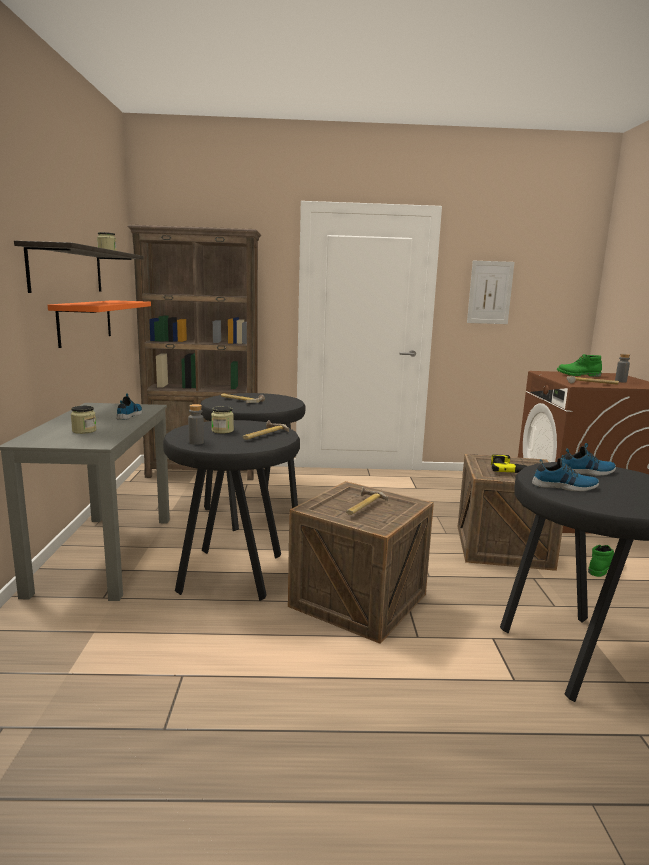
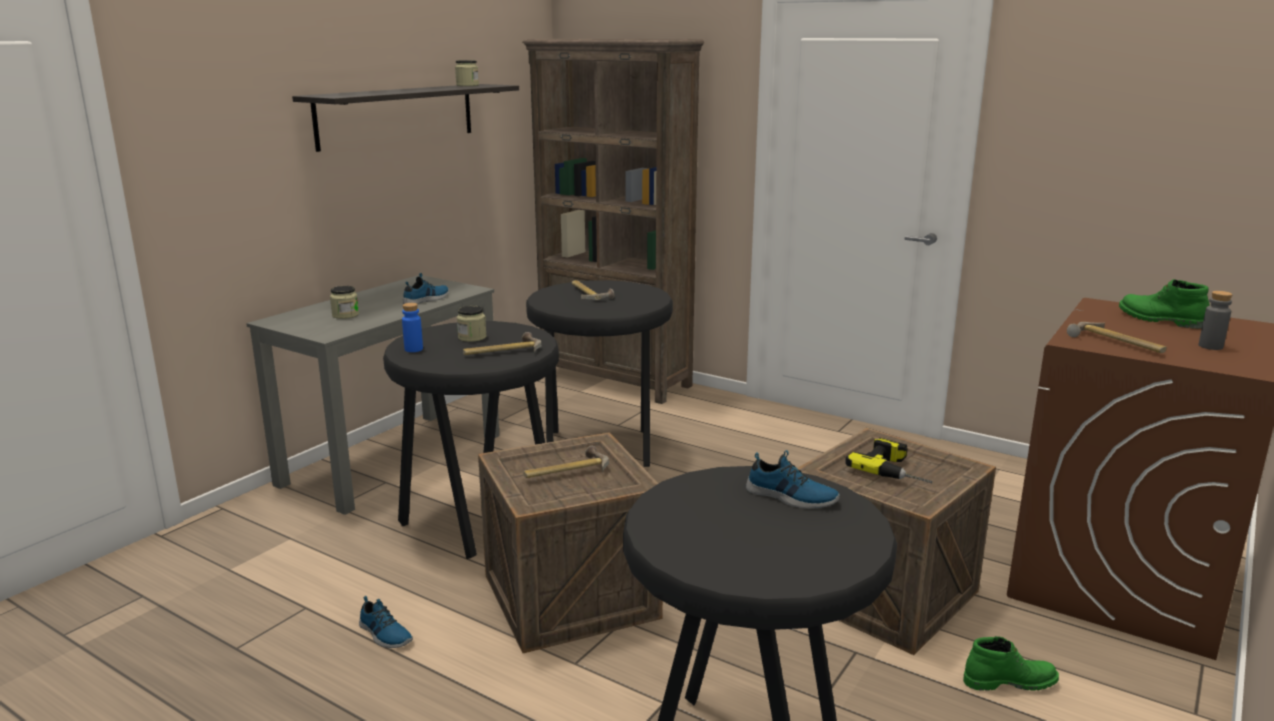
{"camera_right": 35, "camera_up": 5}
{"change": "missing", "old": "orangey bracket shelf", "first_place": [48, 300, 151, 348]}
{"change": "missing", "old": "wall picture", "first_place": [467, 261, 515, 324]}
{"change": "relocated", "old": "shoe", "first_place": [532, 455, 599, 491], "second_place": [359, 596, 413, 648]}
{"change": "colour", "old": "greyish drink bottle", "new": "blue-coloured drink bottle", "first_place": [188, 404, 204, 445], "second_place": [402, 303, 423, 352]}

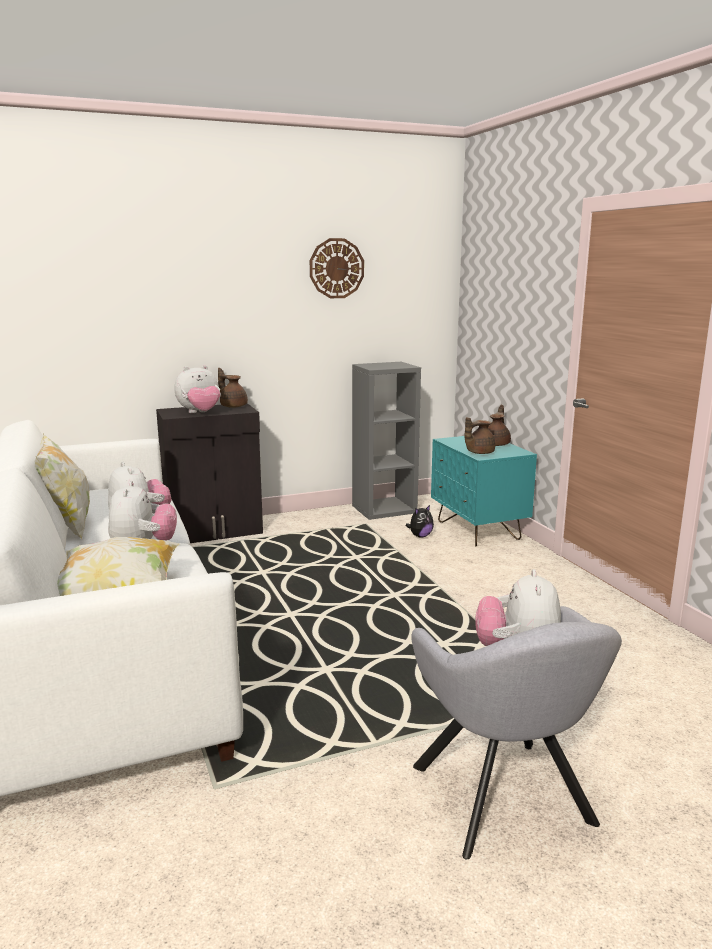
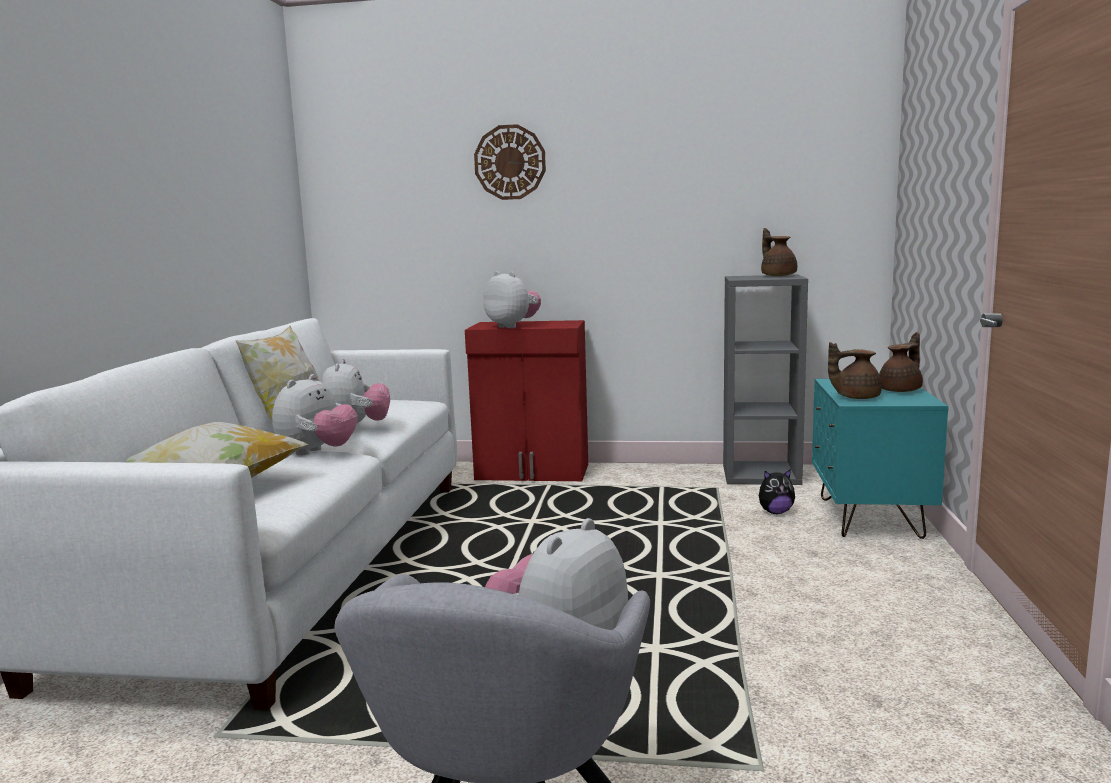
{"camera_right": 30, "camera_up": -5}
{"change": "relocated", "old": "brown-coloured teapot", "first_place": [218, 368, 248, 408], "second_place": [761, 228, 797, 276]}
{"change": "relocated", "old": "clock on the wall", "first_place": [310, 238, 364, 298], "second_place": [474, 124, 546, 200]}
{"change": "colour", "old": "black cabinet", "new": "reddish cabinet", "first_place": [156, 403, 263, 543], "second_place": [465, 320, 588, 481]}
{"change": "spun", "old": "soft toy", "first_place": [174, 365, 220, 413], "second_place": [483, 271, 541, 328], "degrees": -135}

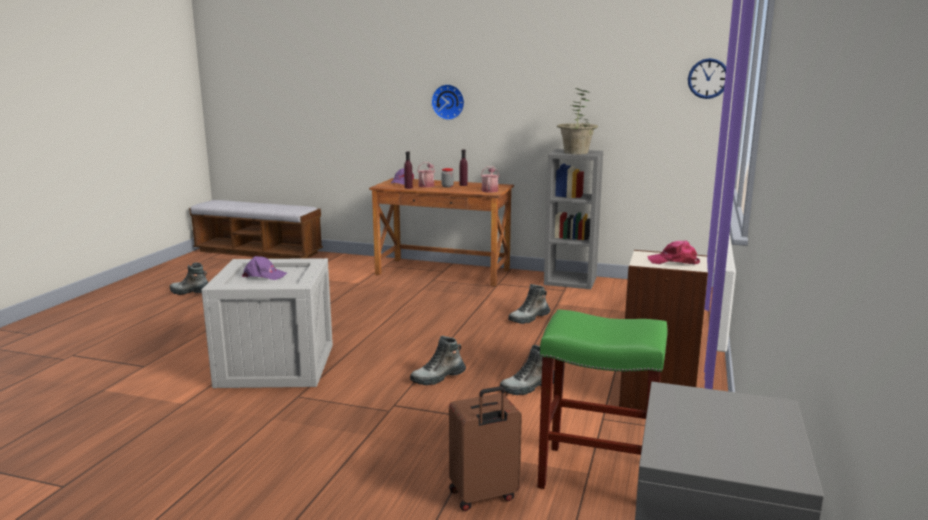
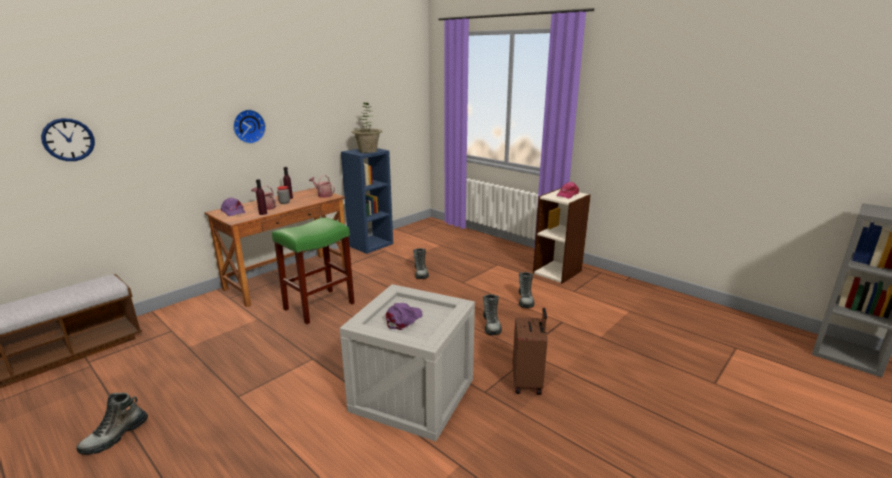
{"camera_right": -65, "camera_up": 5}
{"change": "relocated", "old": "brown-coloured travel case", "first_place": [449, 386, 522, 511], "second_place": [513, 308, 548, 395]}
{"change": "relocated", "old": "green-coloured stool seat", "first_place": [538, 310, 668, 489], "second_place": [272, 217, 355, 324]}
{"change": "relocated", "old": "clock on the wall", "first_place": [688, 58, 726, 99], "second_place": [41, 118, 95, 161]}
{"change": "colour", "old": "greyish bookshelf", "new": "blue-coloured bookshelf", "first_place": [544, 149, 603, 289], "second_place": [341, 148, 393, 254]}

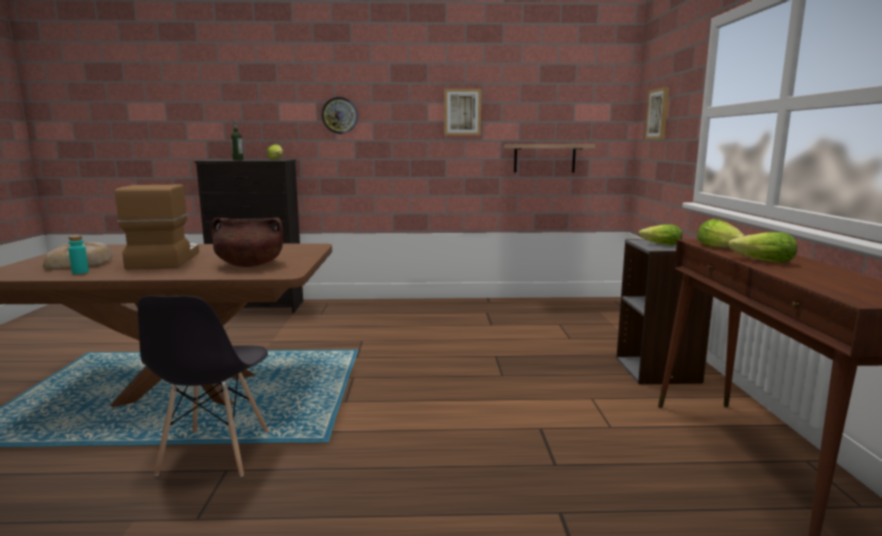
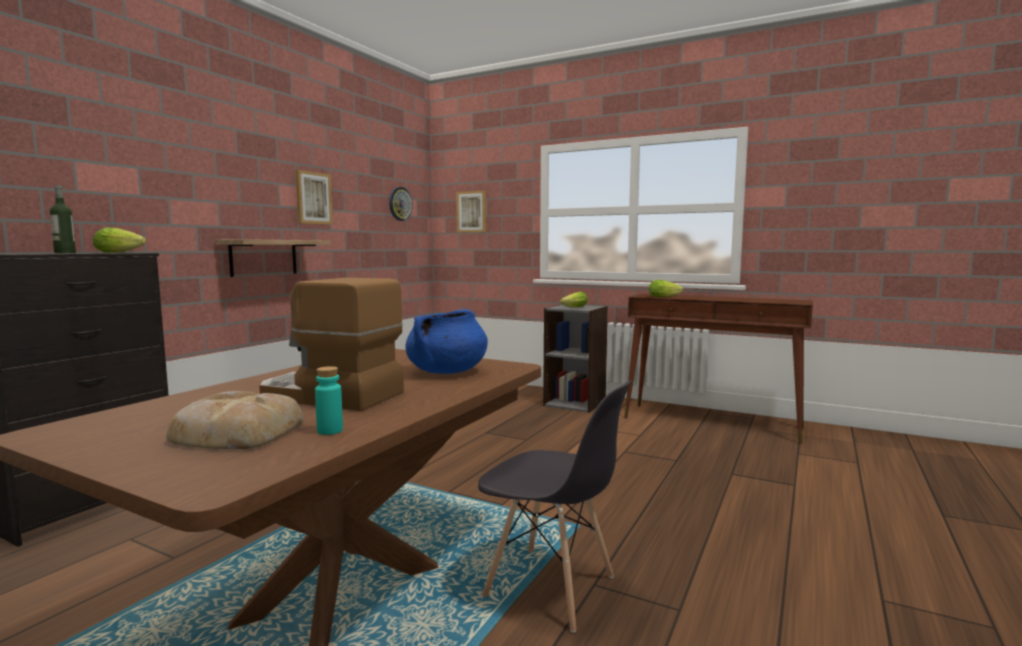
{"camera_right": -60, "camera_up": -5}
{"change": "missing", "old": "head of lettuce", "first_place": [728, 232, 797, 263]}
{"change": "relocated", "old": "clock on the wall", "first_place": [322, 97, 358, 134], "second_place": [389, 187, 413, 221]}
{"change": "relocated", "old": "bracket shelf", "first_place": [504, 144, 595, 173], "second_place": [215, 239, 331, 277]}
{"change": "colour", "old": "brown-coloured saucepot", "new": "blue-coloured saucepot", "first_place": [211, 217, 283, 267], "second_place": [405, 309, 488, 374]}

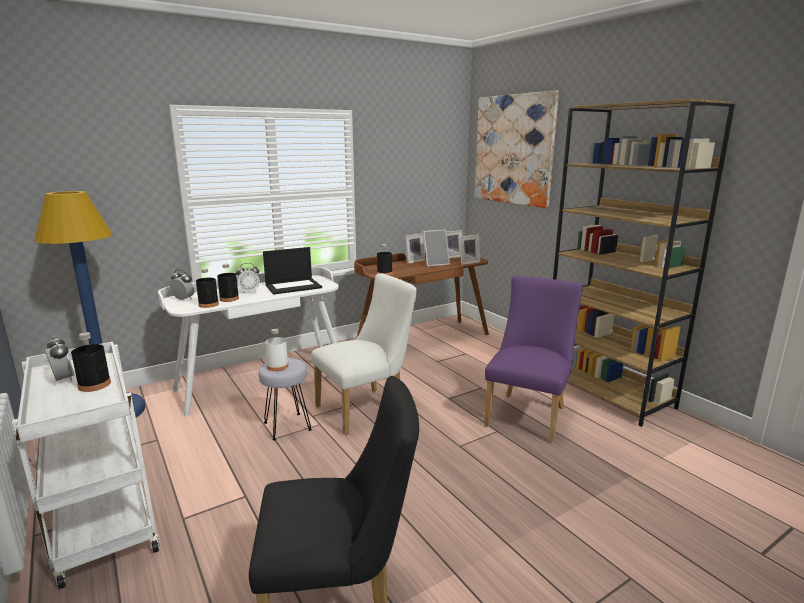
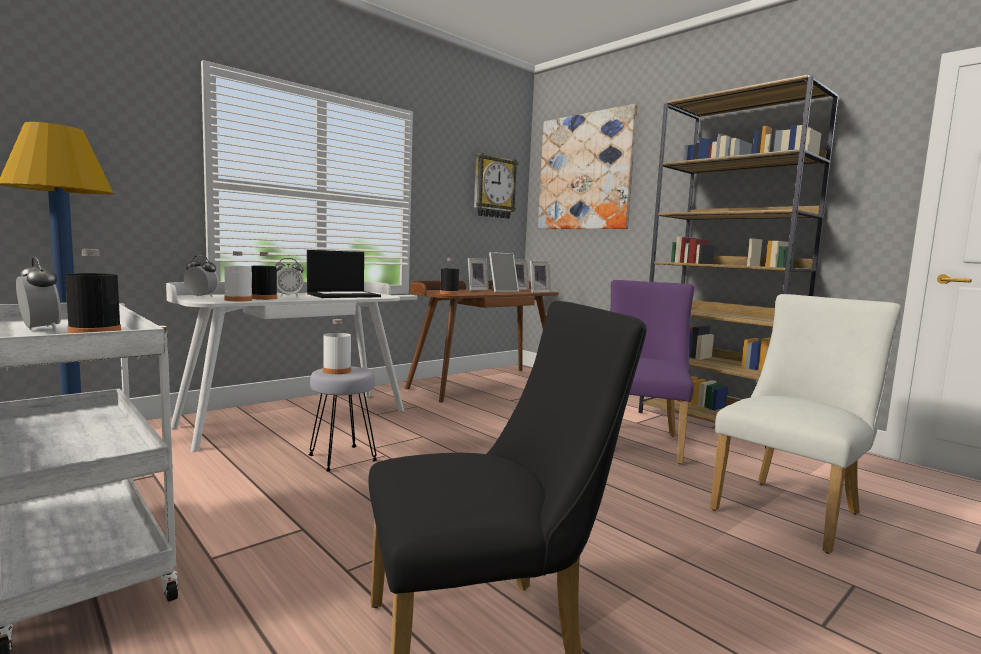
{"camera_right": -10, "camera_up": -10}
{"change": "appeared", "new": "clock on the wall", "second_place": [474, 153, 518, 219]}
{"change": "relocated", "old": "whitish plain chair", "first_place": [311, 273, 417, 435], "second_place": [710, 294, 901, 554]}
{"change": "colour", "old": "black drink bottle", "new": "whitish drink bottle", "first_place": [196, 268, 219, 308], "second_place": [224, 251, 252, 301]}

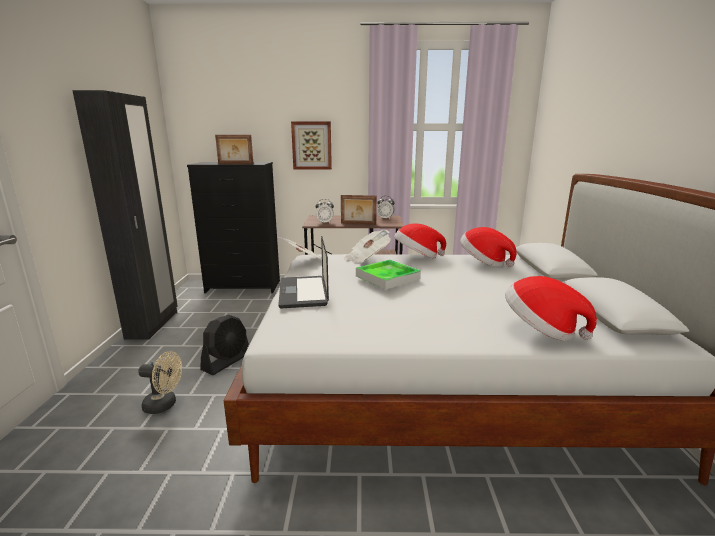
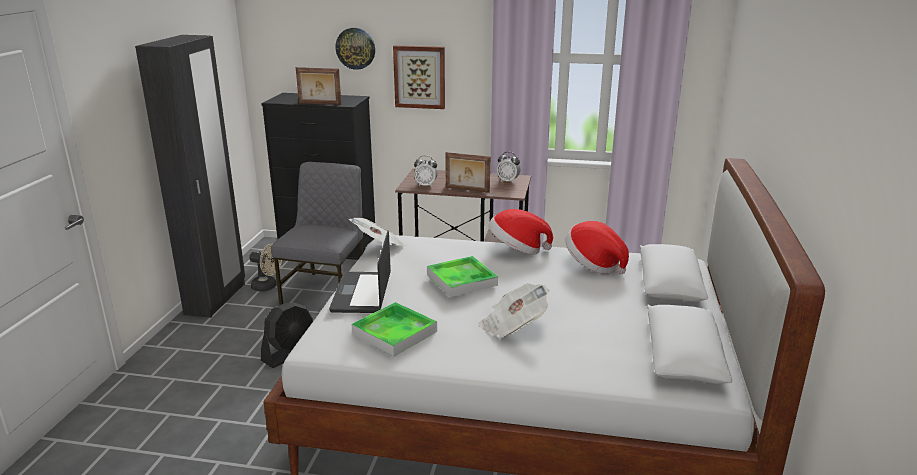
{"camera_right": 10, "camera_up": 5}
{"change": "missing", "old": "wearable hat", "first_place": [505, 276, 597, 341]}
{"change": "appeared", "new": "greyish plain chair", "second_place": [271, 162, 363, 305]}
{"change": "appeared", "new": "clock on the wall", "second_place": [335, 28, 375, 70]}
{"change": "appeared", "new": "tray", "second_place": [352, 302, 437, 356]}
{"change": "relocated", "old": "beige cooling fan", "first_place": [138, 351, 182, 414], "second_place": [249, 243, 282, 291]}
{"change": "relocated", "old": "newspaper", "first_place": [344, 230, 391, 262], "second_place": [479, 283, 549, 338]}

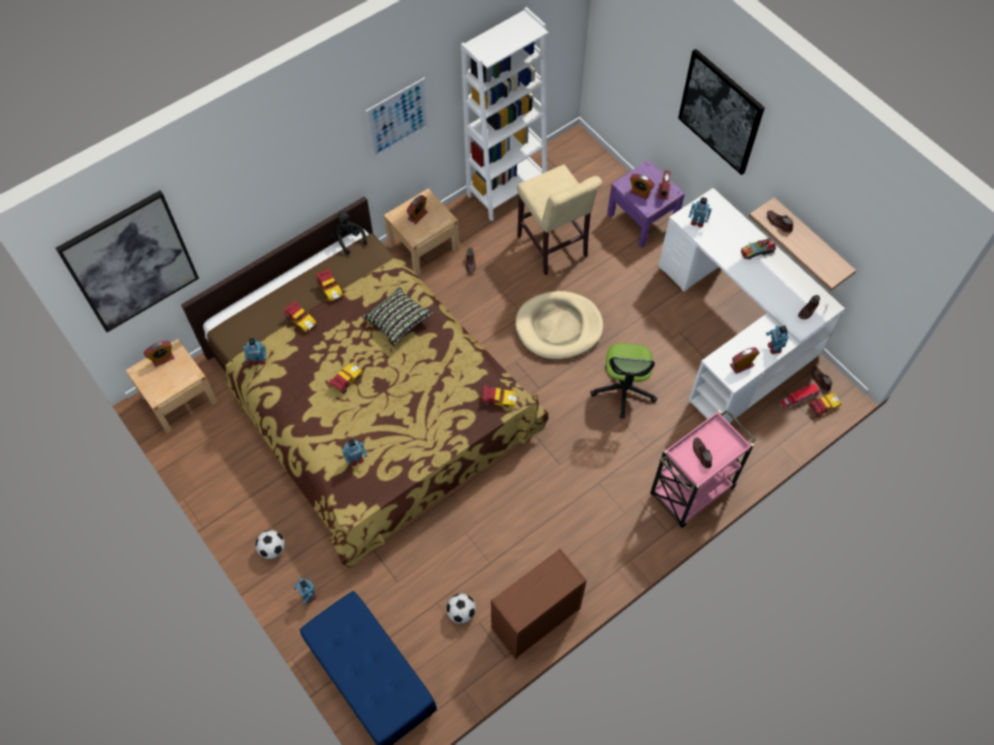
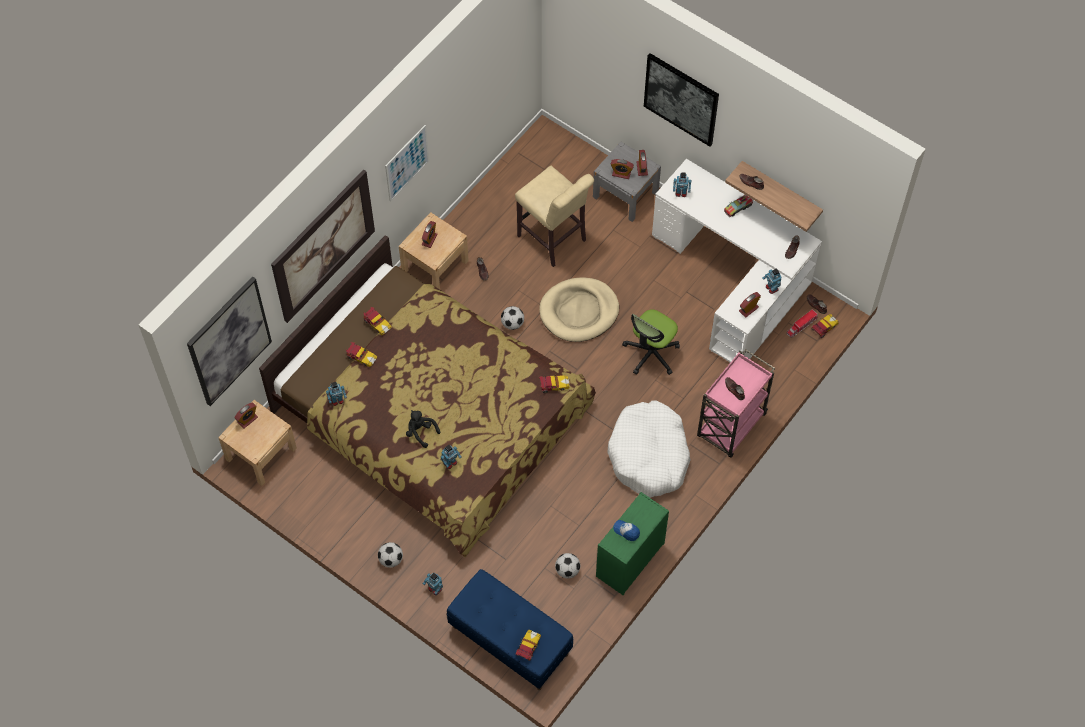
{"camera_right": -15, "camera_up": 0}
{"change": "missing", "old": "pillow", "first_place": [363, 287, 433, 344]}
{"change": "missing", "old": "whitish bookshelf", "first_place": [461, 7, 548, 221]}
{"change": "appeared", "new": "wall picture", "second_place": [271, 169, 375, 323]}
{"change": "appeared", "new": "ball for football", "second_place": [501, 306, 524, 330]}
{"change": "appeared", "new": "whitish dog bed", "second_place": [607, 400, 691, 498]}
{"change": "appeared", "new": "peaked cap", "second_place": [613, 520, 640, 541]}
{"change": "relocated", "old": "miniature car", "first_place": [329, 363, 363, 394], "second_place": [516, 630, 541, 661]}
{"change": "relocated", "old": "black soft toy", "first_place": [330, 212, 367, 255], "second_place": [406, 410, 440, 448]}
{"change": "colour", "old": "brown-coloured drawer chest", "new": "green-coloured drawer chest", "first_place": [491, 548, 587, 659], "second_place": [596, 492, 669, 595]}
{"change": "colour", "old": "purple nightstand", "new": "greyish nightstand", "first_place": [607, 160, 685, 248], "second_place": [593, 142, 661, 222]}
{"change": "spun", "old": "computer chair", "first_place": [590, 343, 657, 419], "second_place": [622, 309, 680, 375], "degrees": 45}

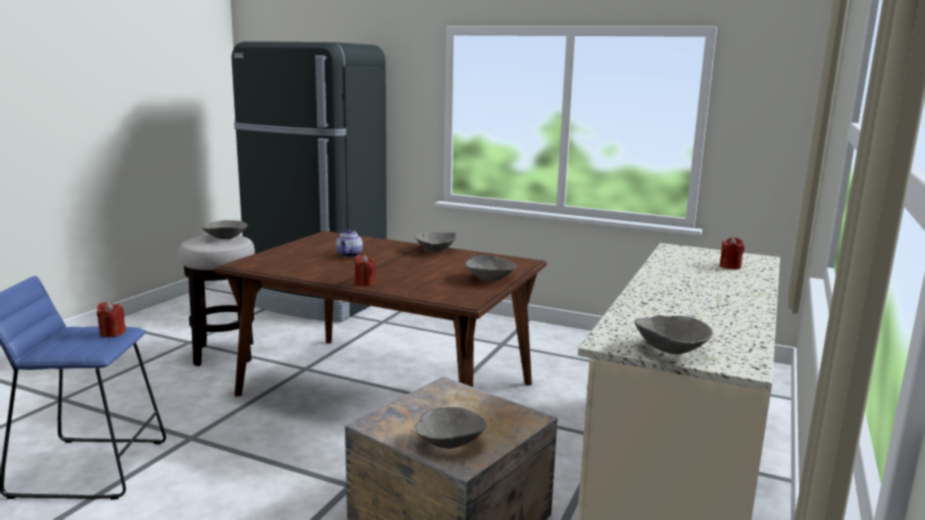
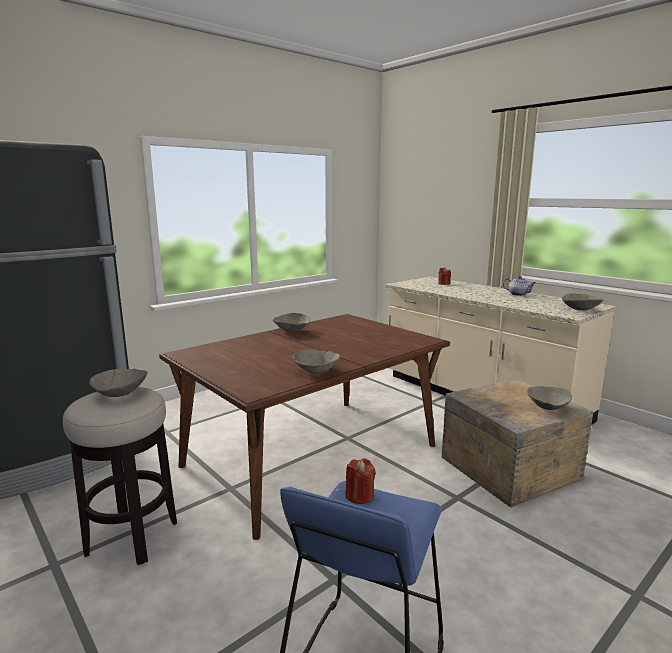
{"camera_right": -65, "camera_up": 0}
{"change": "missing", "old": "reddish candle", "first_place": [354, 255, 375, 286]}
{"change": "relocated", "old": "teapot", "first_place": [336, 229, 363, 257], "second_place": [503, 276, 536, 296]}
{"change": "relocated", "old": "greyish deep dish", "first_place": [465, 255, 516, 282], "second_place": [293, 349, 340, 374]}

